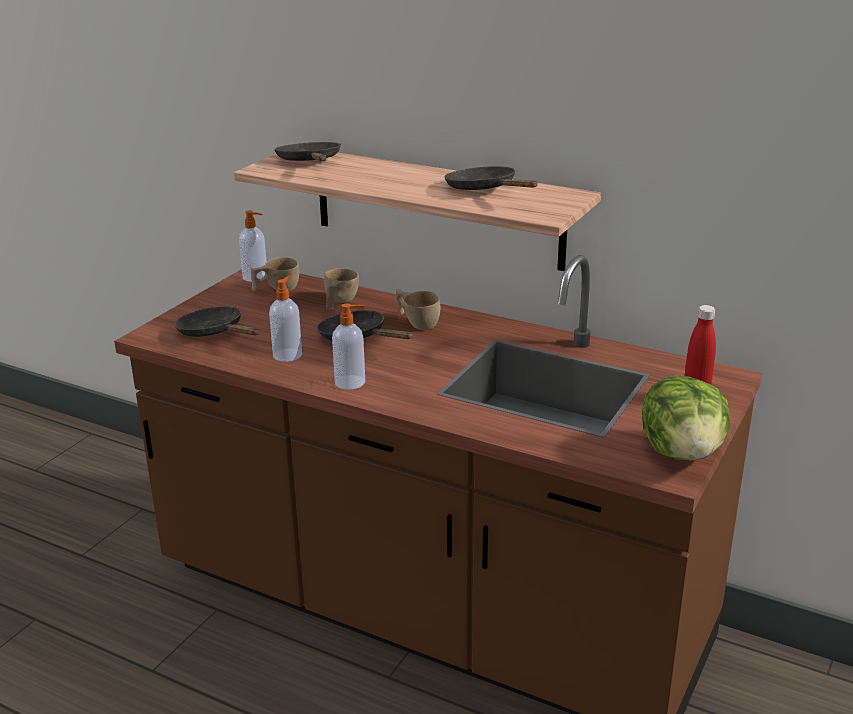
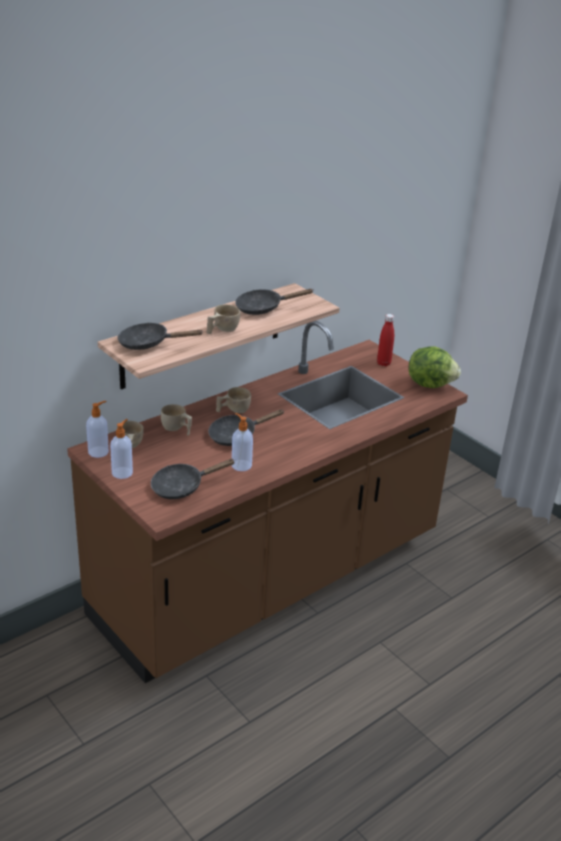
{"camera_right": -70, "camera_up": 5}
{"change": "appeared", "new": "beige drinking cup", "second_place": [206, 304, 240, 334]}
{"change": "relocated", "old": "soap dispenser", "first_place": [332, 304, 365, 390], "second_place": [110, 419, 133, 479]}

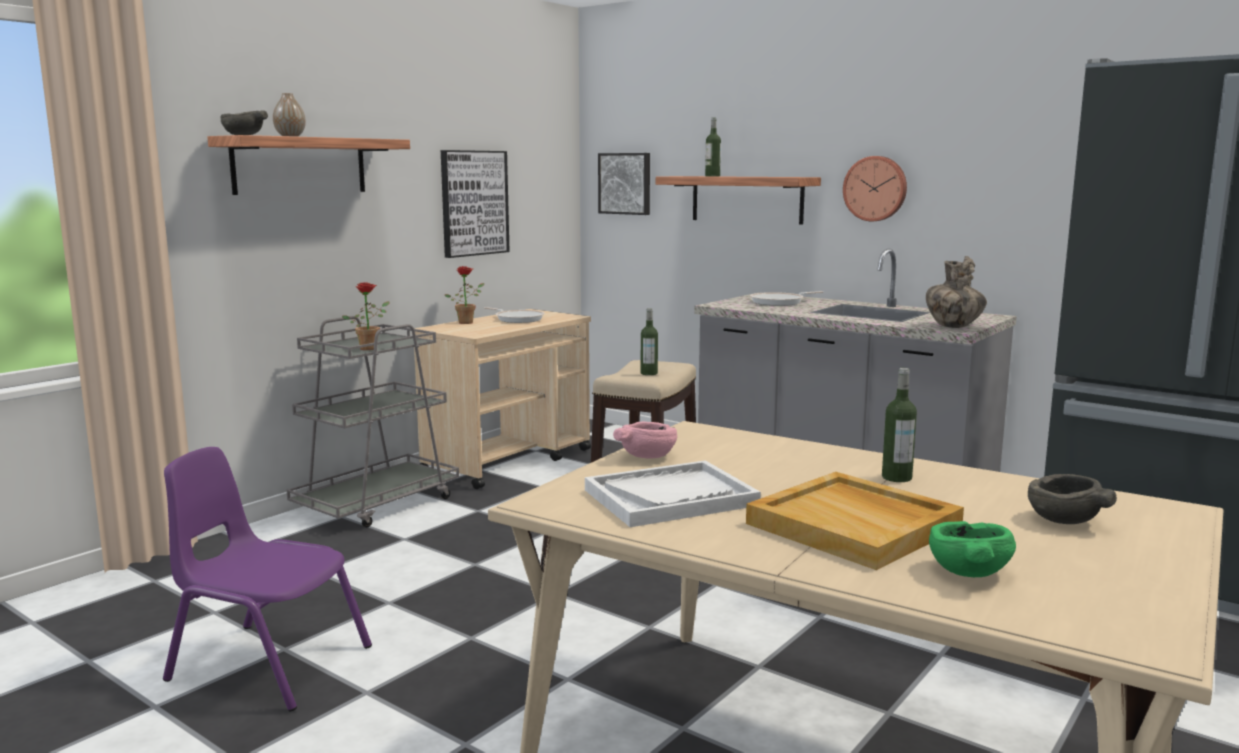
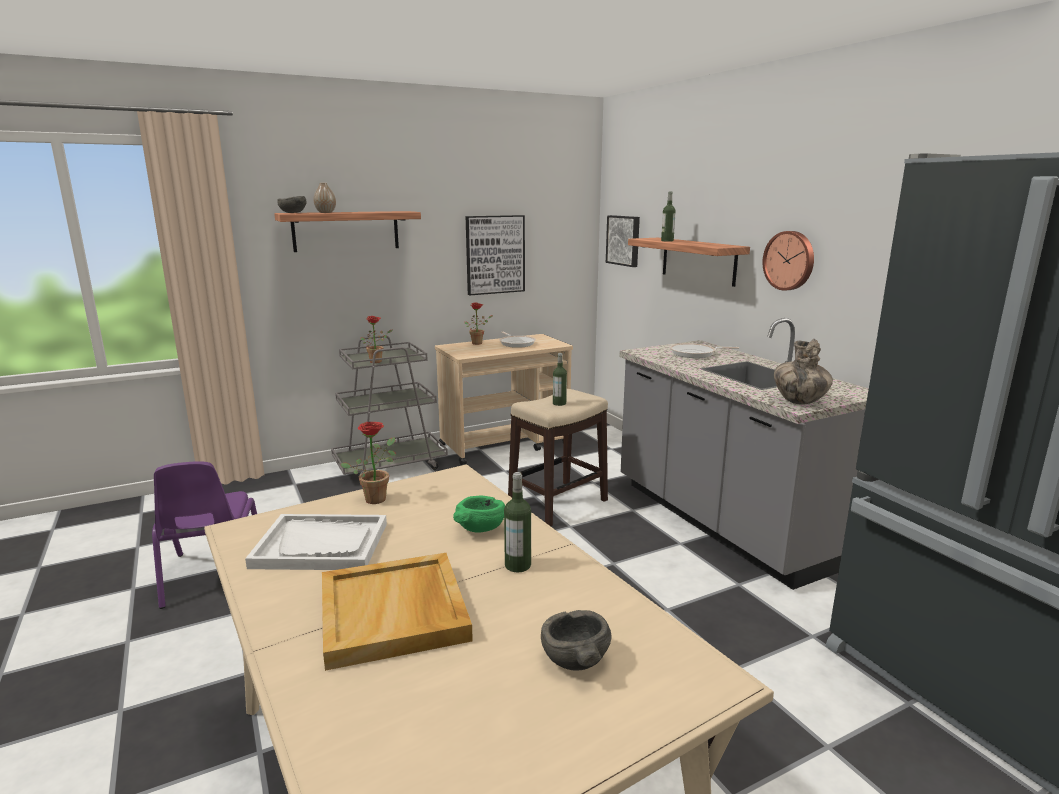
{"camera_right": 25, "camera_up": 5}
{"change": "relocated", "old": "green-coloured deep dish", "first_place": [929, 521, 1016, 577], "second_place": [453, 496, 505, 533]}
{"change": "exchanged", "old": "pink deep dish", "new": "houseplant", "first_place": [613, 422, 677, 458], "second_place": [340, 422, 396, 504]}
{"change": "spun", "old": "purple plain chair", "first_place": [163, 447, 372, 712], "second_place": [152, 461, 257, 609], "degrees": -150}

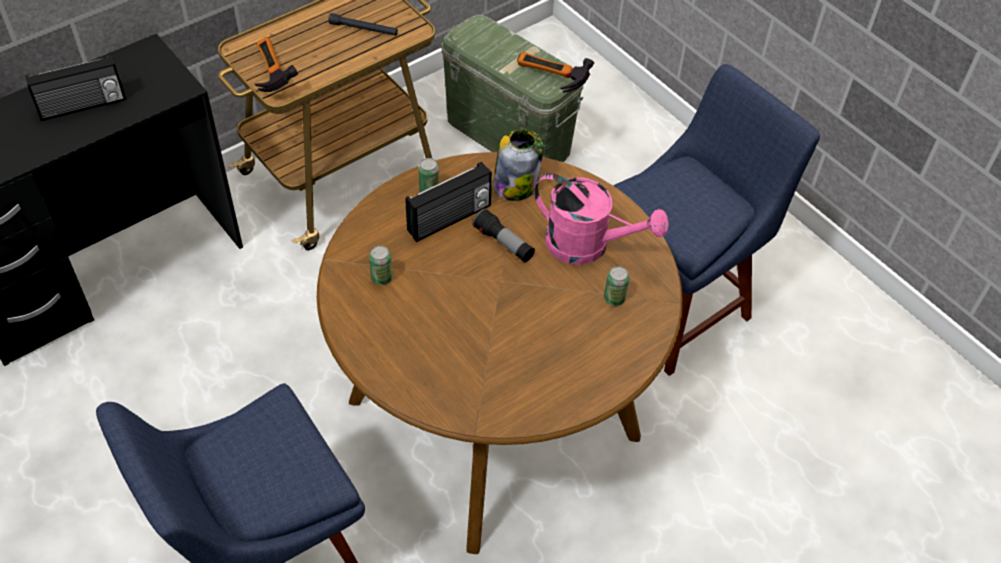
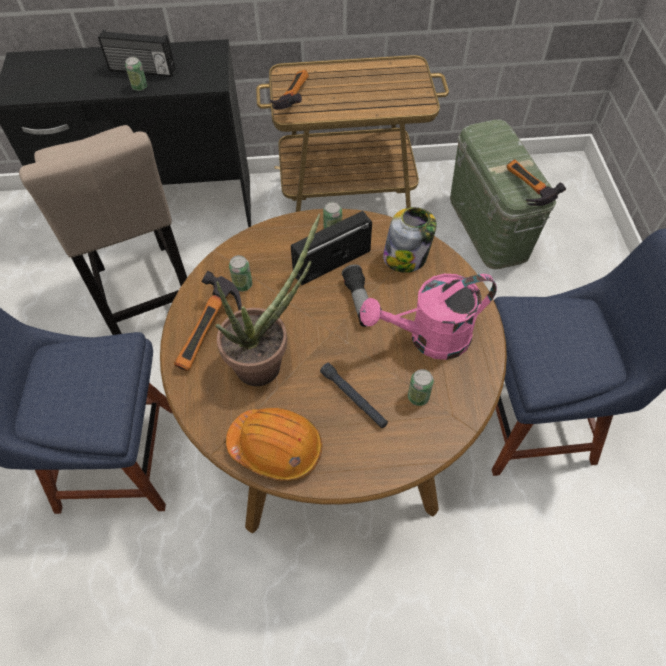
{"camera_right": 35, "camera_up": 5}
{"change": "appeared", "new": "beige stool seat", "second_place": [19, 125, 187, 335]}
{"change": "appeared", "new": "can", "second_place": [125, 57, 147, 91]}
{"change": "appeared", "new": "tool hammer", "second_place": [174, 271, 242, 371]}
{"change": "appeared", "new": "houseplant", "second_place": [215, 213, 320, 386]}
{"change": "appeared", "new": "orangey safety helmet", "second_place": [226, 408, 322, 481]}
{"change": "relocated", "old": "black hand torch", "first_place": [328, 13, 398, 36], "second_place": [320, 363, 388, 428]}
{"change": "spun", "old": "radio receiver", "first_place": [405, 162, 492, 242], "second_place": [291, 211, 372, 285], "degrees": 150}
{"change": "spun", "old": "pink watering can", "first_place": [534, 173, 669, 265], "second_place": [360, 274, 497, 360], "degrees": 105}

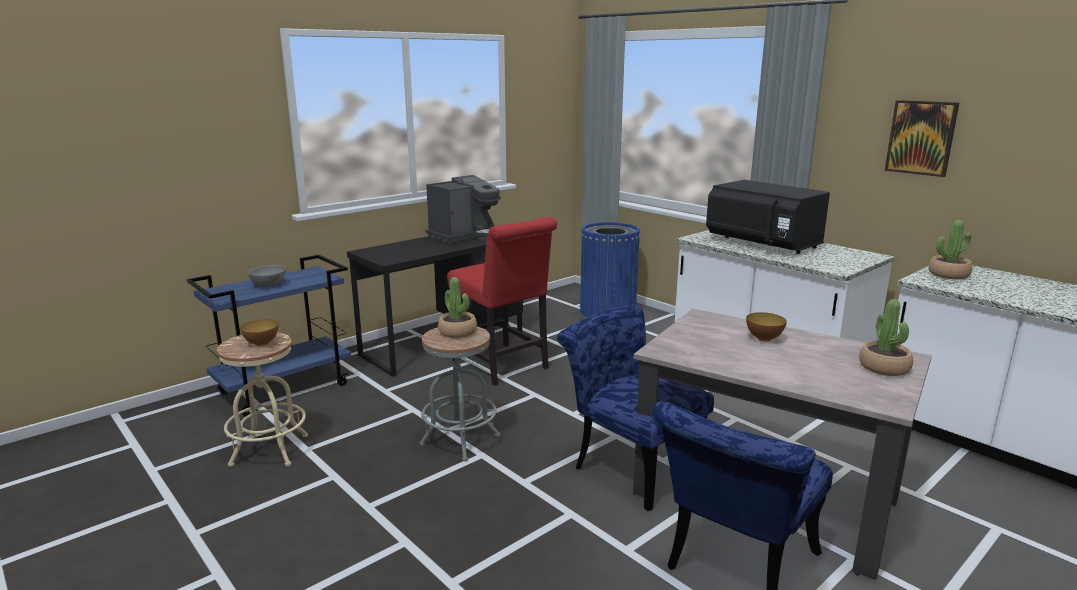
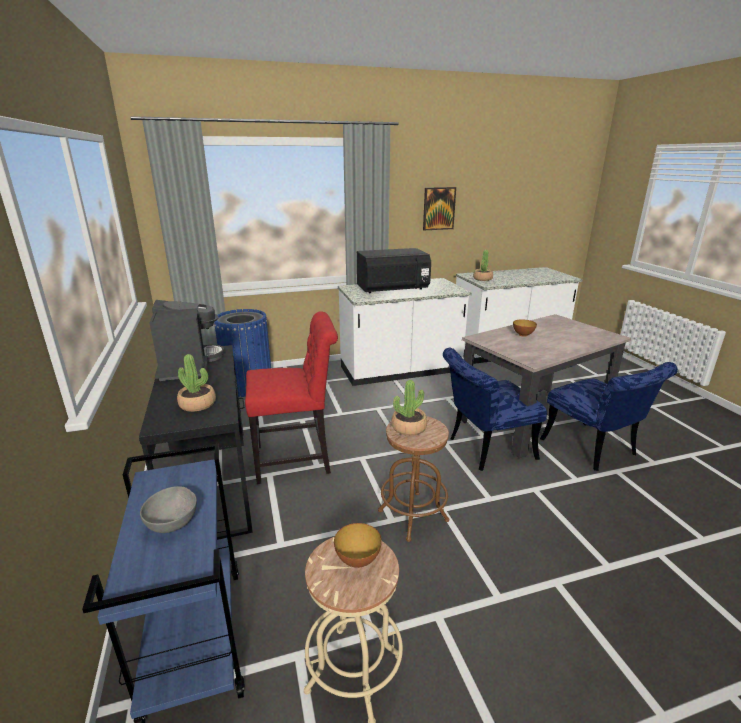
{"camera_right": -65, "camera_up": 5}
{"change": "relocated", "old": "houseplant", "first_place": [860, 299, 913, 376], "second_place": [177, 354, 216, 412]}
{"change": "colour", "old": "greyish stool seat", "new": "brown-coloured stool seat", "first_place": [419, 327, 500, 461], "second_place": [378, 416, 449, 542]}

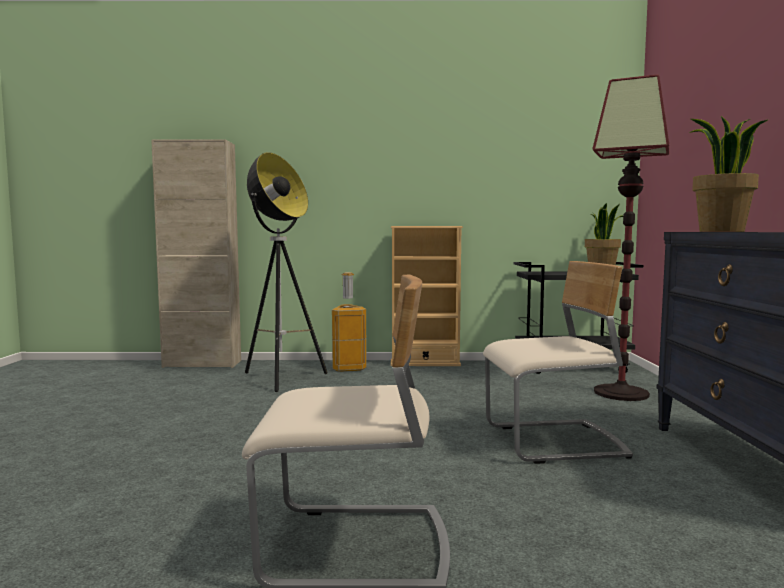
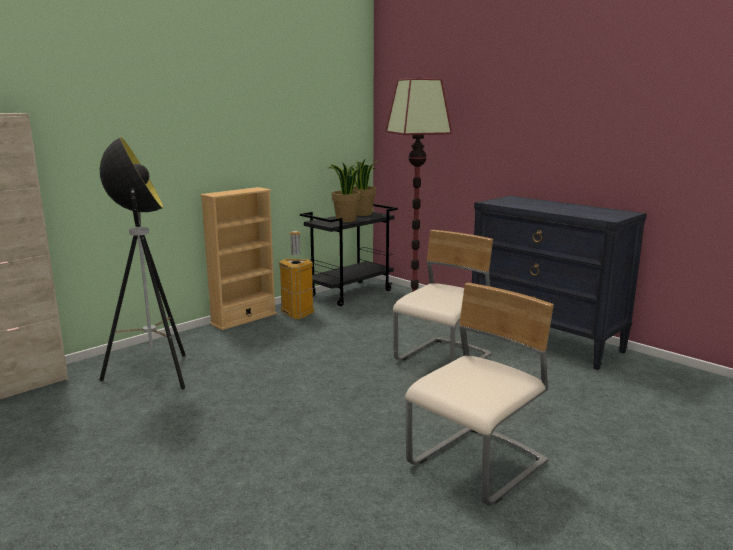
{"camera_right": -45, "camera_up": 10}
{"change": "relocated", "old": "trash can", "first_place": [332, 272, 367, 372], "second_place": [279, 231, 314, 320]}
{"change": "relocated", "old": "houseplant", "first_place": [689, 116, 768, 232], "second_place": [328, 162, 363, 222]}

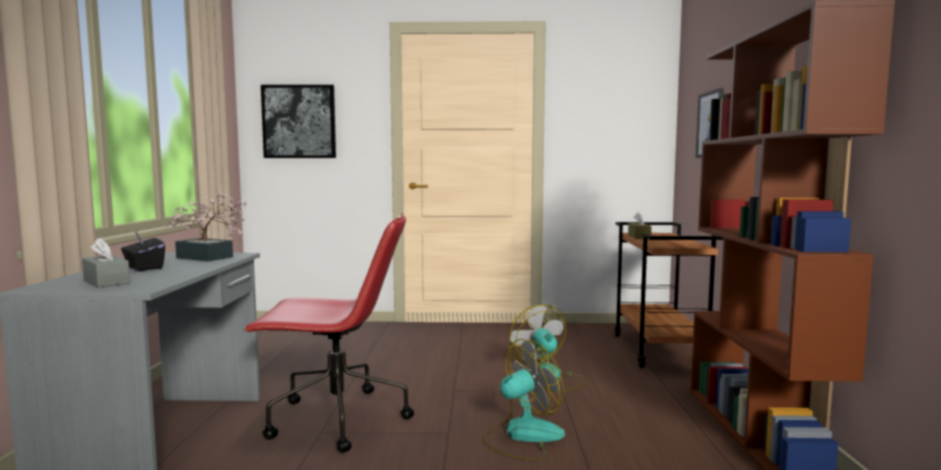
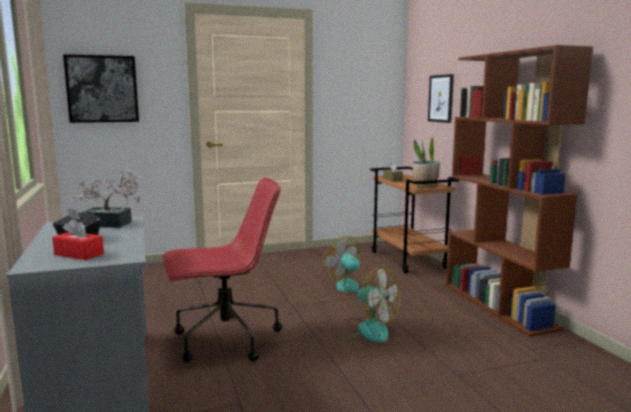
{"camera_right": -20, "camera_up": 5}
{"change": "appeared", "new": "houseplant", "second_place": [412, 137, 440, 187]}
{"change": "colour", "old": "greyish tissue box", "new": "reddish tissue box", "first_place": [82, 237, 130, 287], "second_place": [52, 219, 104, 260]}
{"change": "spun", "old": "cooling fan", "first_place": [482, 339, 565, 461], "second_place": [335, 266, 400, 343], "degrees": 90}

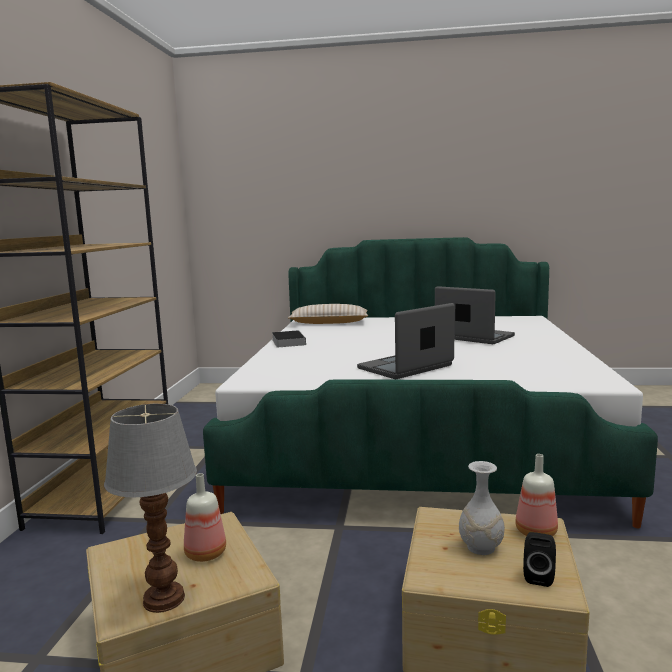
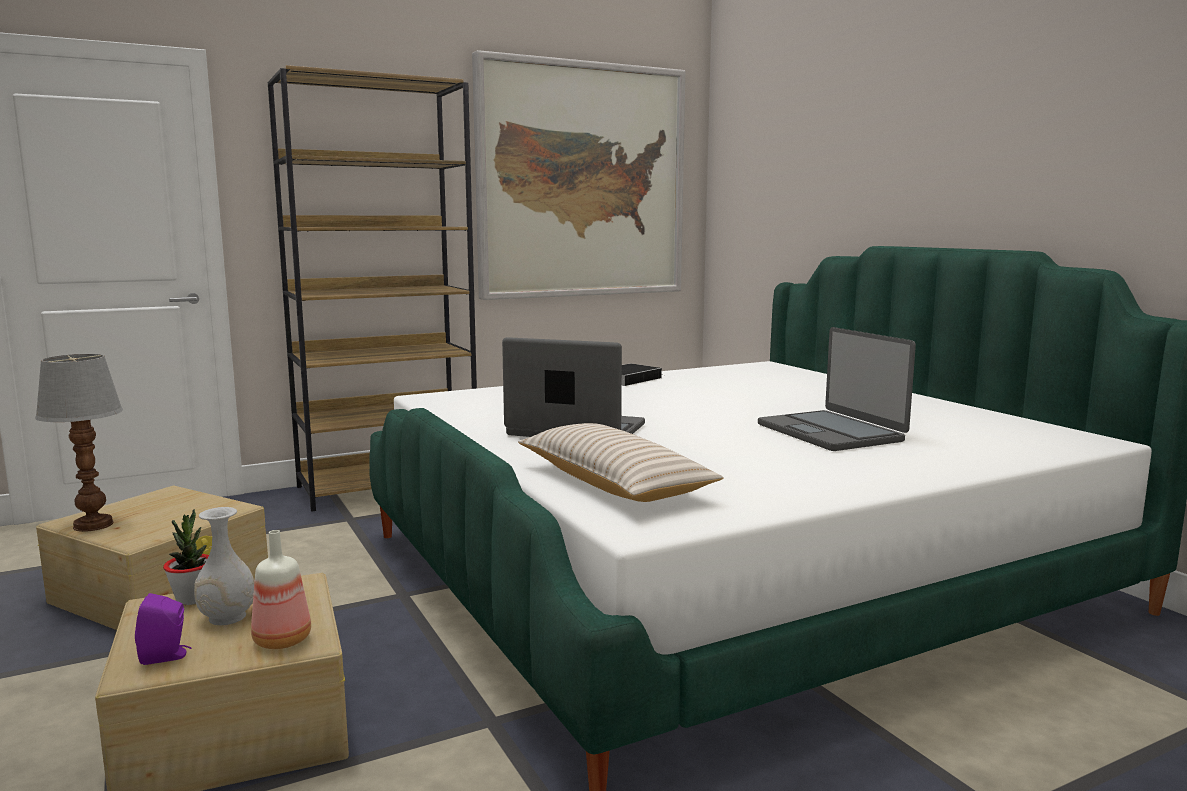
{"camera_right": 55, "camera_up": 0}
{"change": "missing", "old": "drink bottle", "first_place": [184, 473, 226, 562]}
{"change": "appeared", "new": "houseplant", "second_place": [163, 509, 209, 605]}
{"change": "appeared", "new": "wall picture", "second_place": [472, 50, 686, 300]}
{"change": "relocated", "old": "beige pillow", "first_place": [288, 304, 368, 324], "second_place": [518, 423, 724, 502]}
{"change": "colour", "old": "black audio speaker", "new": "purple audio speaker", "first_place": [523, 532, 556, 587], "second_place": [135, 593, 191, 665]}
{"change": "spun", "old": "notebook computer", "first_place": [435, 286, 515, 344], "second_place": [758, 327, 916, 451], "degrees": 150}

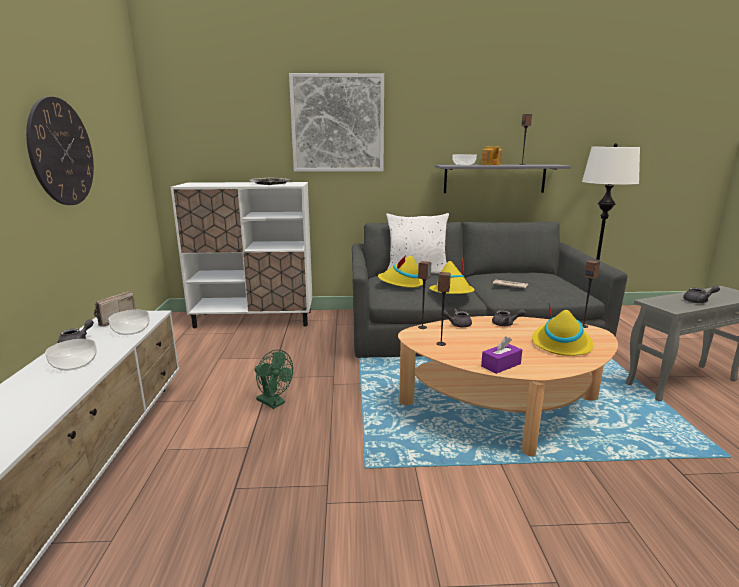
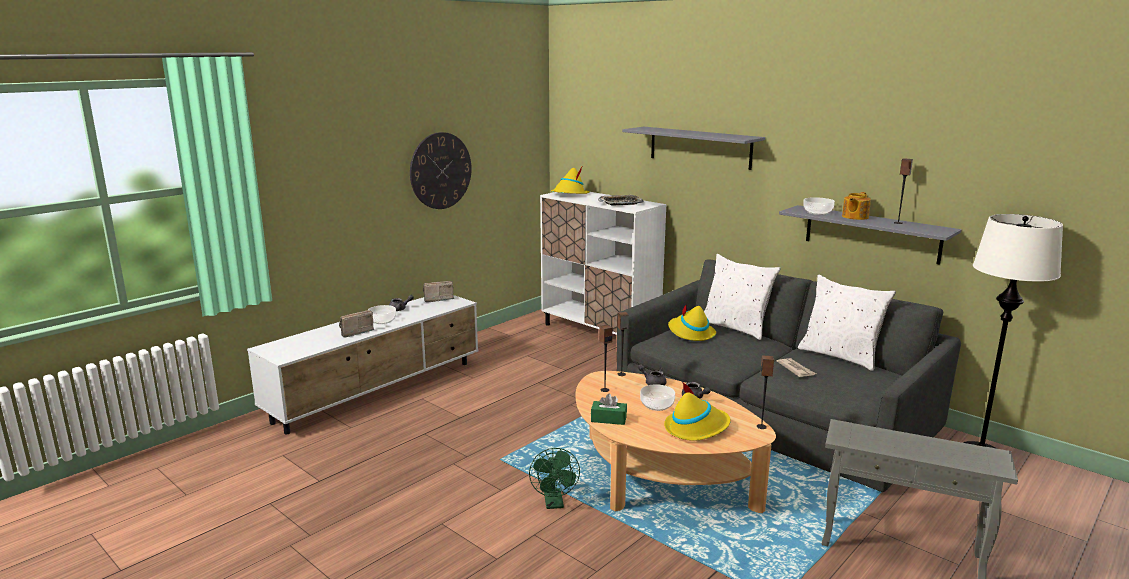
{"camera_right": 45, "camera_up": 0}
{"change": "missing", "old": "greyish teapot", "first_place": [683, 285, 720, 303]}
{"change": "appeared", "new": "radio receiver", "second_place": [339, 310, 375, 337]}
{"change": "appeared", "new": "whitish pillow", "second_place": [798, 274, 896, 371]}
{"change": "relocated", "old": "deep dish", "first_place": [108, 310, 150, 335], "second_place": [640, 384, 675, 411]}
{"change": "relocated", "old": "green-coloured cooling fan", "first_place": [255, 350, 293, 409], "second_place": [529, 448, 580, 509]}
{"change": "relocated", "old": "yellowish wearable hat", "first_place": [429, 257, 475, 294], "second_place": [551, 165, 589, 194]}
{"change": "exchanged", "old": "wall picture", "new": "greyish bracket shelf", "first_place": [289, 73, 384, 172], "second_place": [622, 127, 765, 170]}
{"change": "colour", "old": "purple tissue box", "new": "green-coloured tissue box", "first_place": [481, 336, 522, 374], "second_place": [591, 394, 627, 425]}

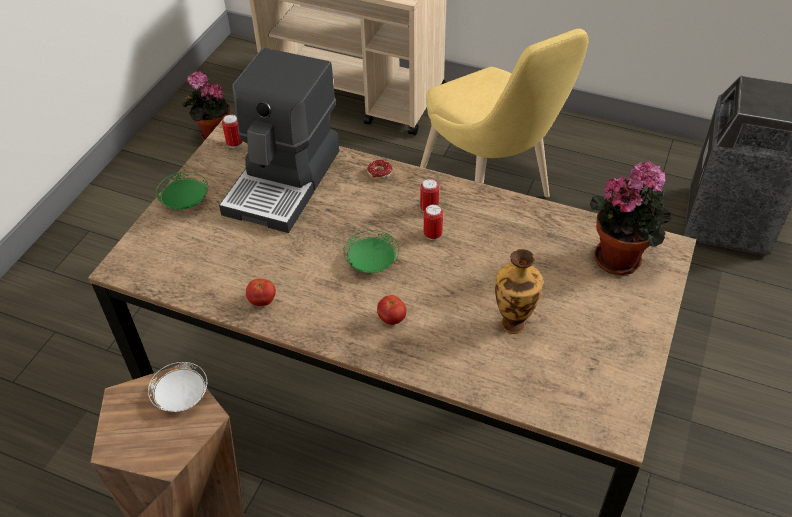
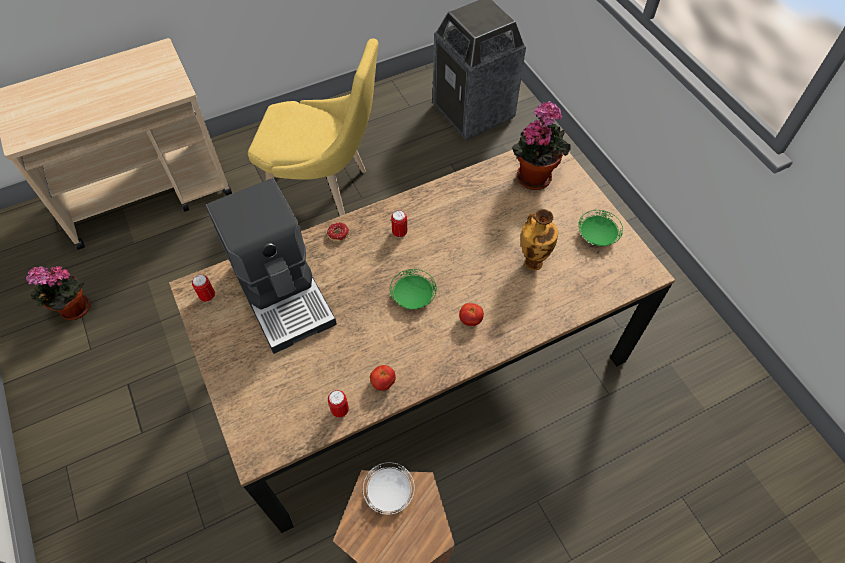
{"camera_right": -50, "camera_up": 10}
{"change": "relocated", "old": "green-coloured plate", "first_place": [156, 172, 208, 210], "second_place": [578, 210, 623, 246]}
{"change": "relocated", "old": "can", "first_place": [424, 204, 443, 240], "second_place": [328, 390, 349, 417]}

